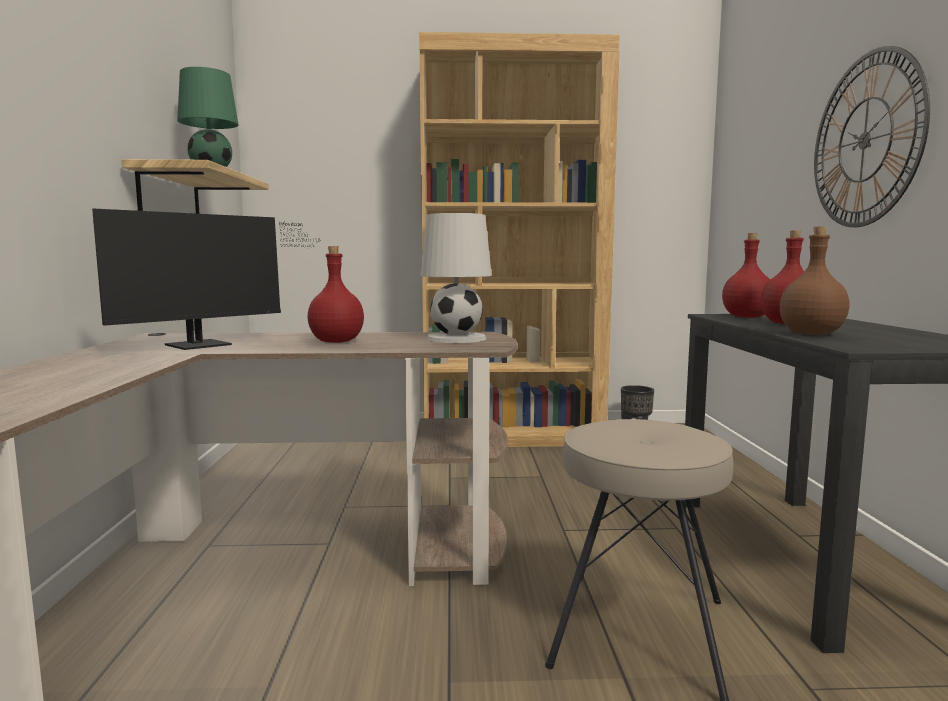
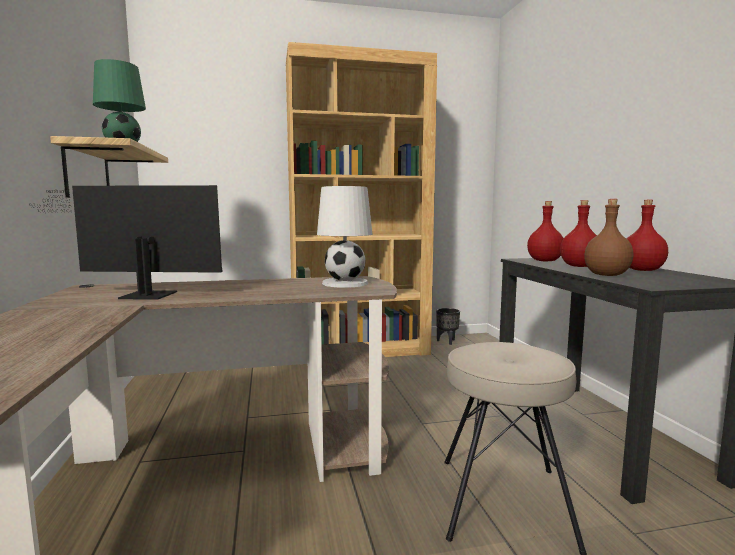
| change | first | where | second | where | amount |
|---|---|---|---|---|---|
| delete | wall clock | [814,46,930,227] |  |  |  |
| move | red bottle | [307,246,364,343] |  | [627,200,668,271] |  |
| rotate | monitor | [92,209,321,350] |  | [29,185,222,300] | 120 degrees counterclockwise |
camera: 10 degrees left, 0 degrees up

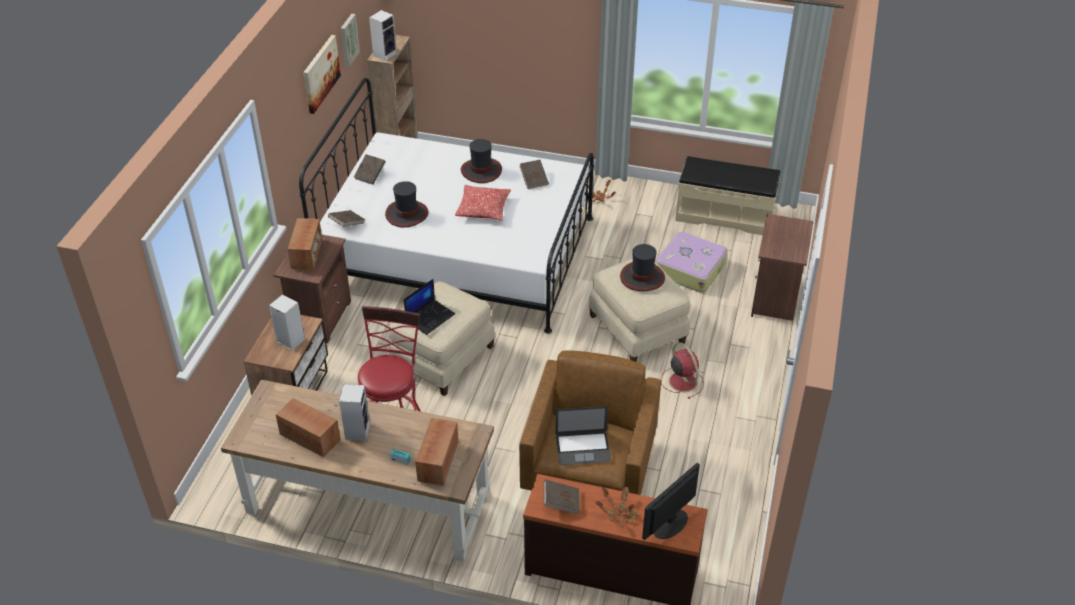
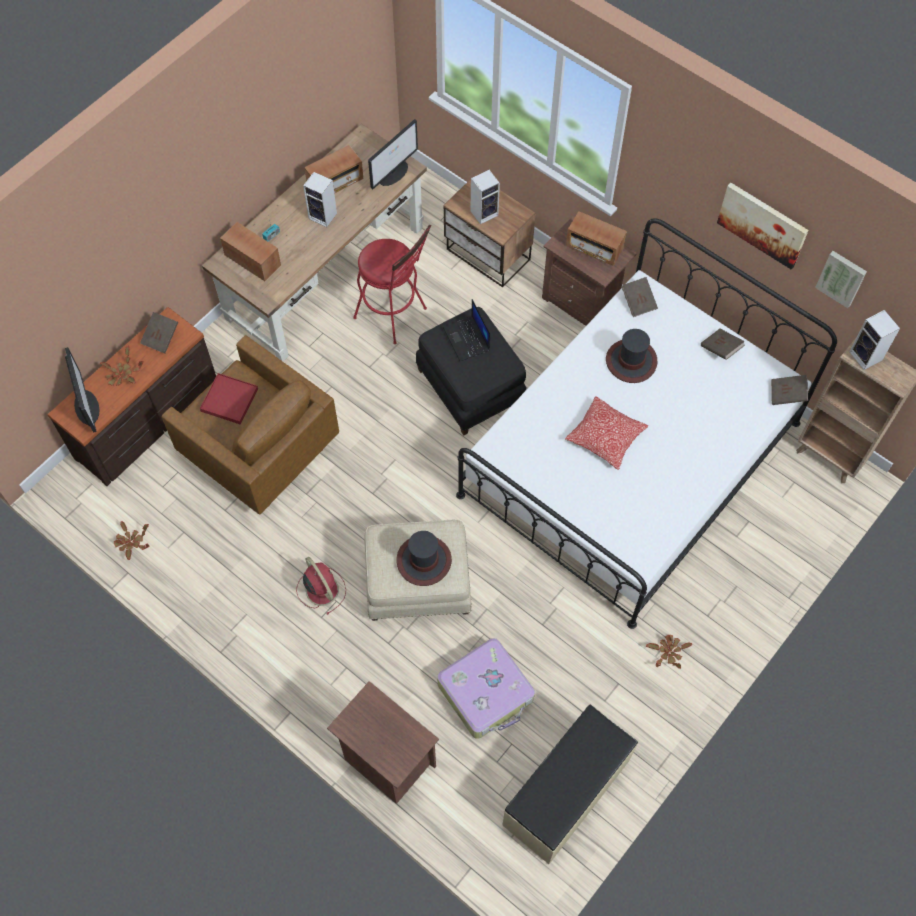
| change | first | where | second | where | amount |
|---|---|---|---|---|---|
| delete | hat | [461,139,502,183] |  |  |  |
| insert |  |  | potted plant | [114,521,150,560] |  |
| insert |  |  | monitor | [368,119,418,189] |  |
| move | brown book | [520,160,549,189] |  | [771,375,808,405] |  |
| replace | laptop | [555,406,611,465] | red tray | [200,373,258,425] |  |
| recolor | beige ottoman | [388,282,495,396] | black ottoman | [416,307,526,436] |  |
| rotate | red fan | [660,342,704,399] |  | [296,557,346,615] | 120 degrees counterclockwise |
camera: 115 degrees right, 20 degrees up

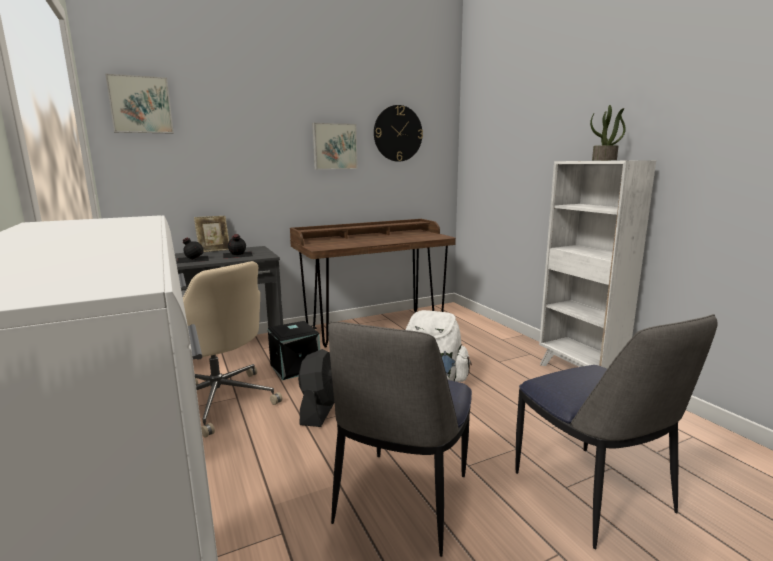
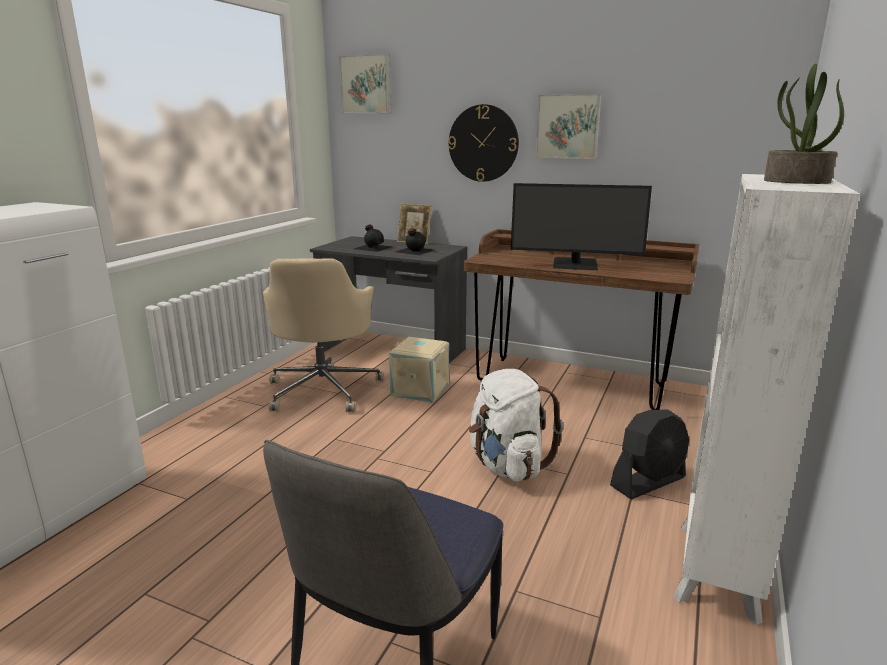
| change | first | where | second | where | amount |
|---|---|---|---|---|---|
| delete | chair | [328,321,472,557] |  |  |  |
| insert |  |  | monitor | [511,183,652,270] |  |
| move | black fan | [298,349,334,427] |  | [610,409,689,499] |  |
| move | wall clock | [374,105,423,162] |  | [448,104,519,182] |  |
| recolor | black storage box | [268,321,320,380] | beige storage box | [389,337,449,402] |  |
camera: 50 degrees right, 5 degrees up

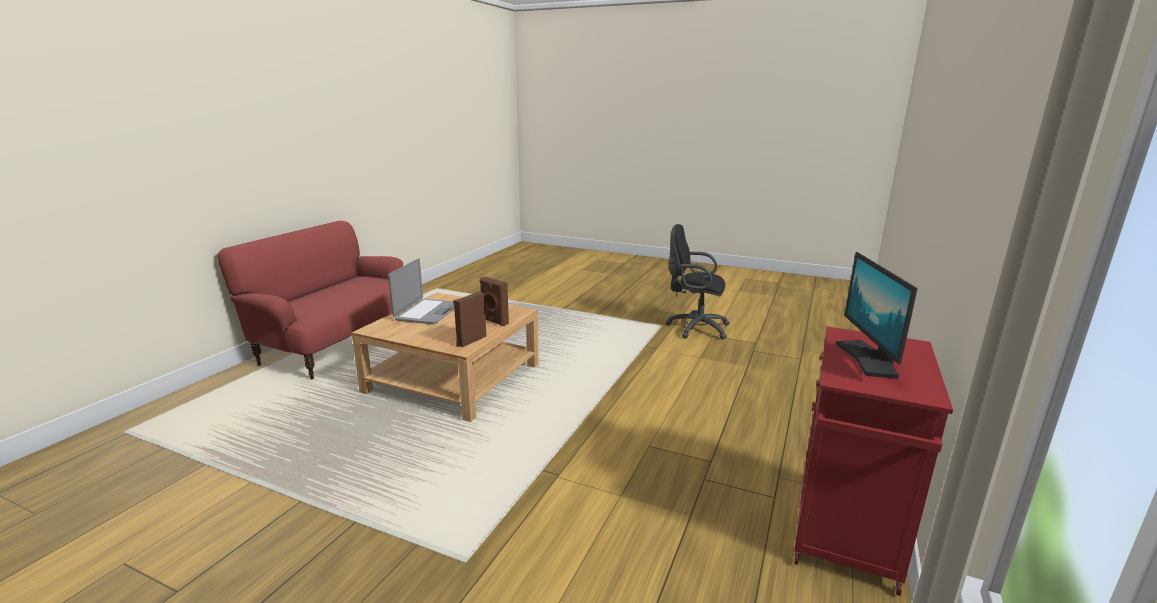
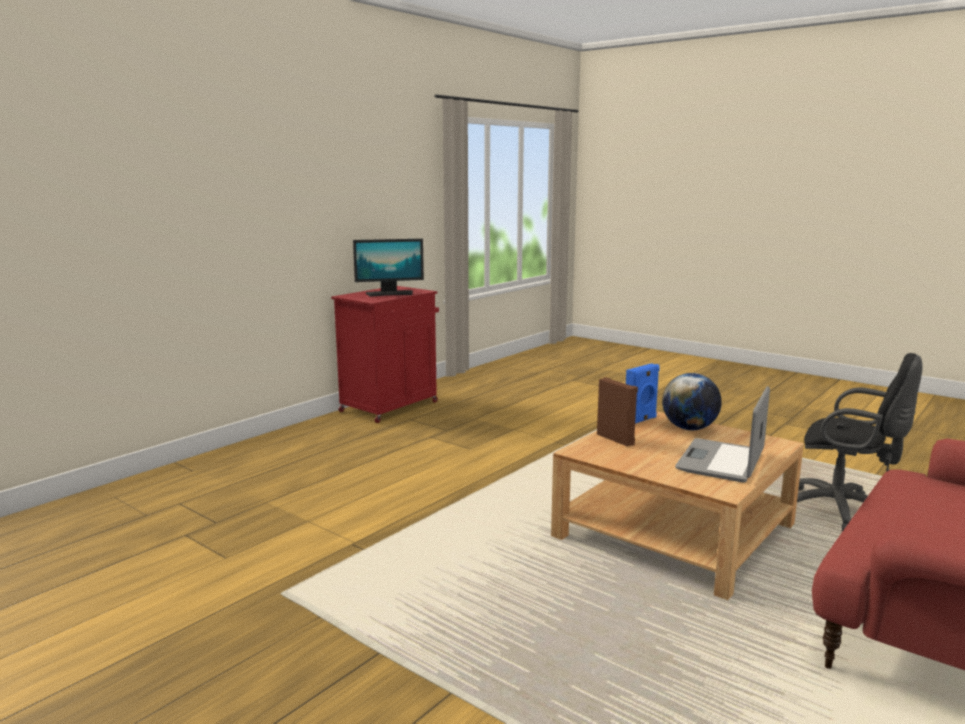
| change | first | where | second | where | amount |
|---|---|---|---|---|---|
| insert |  |  | globe | [662,373,722,430] |  |
| move | black office chair | [665,224,730,339] |  | [797,353,923,532] |  |
| recolor | brown speaker | [453,291,486,347] | blue speaker | [626,363,660,424] |  |
| rotate | monitor | [836,252,917,379] |  | [353,239,424,297] | 60 degrees clockwise |
camera: 165 degrees left, 5 degrees down

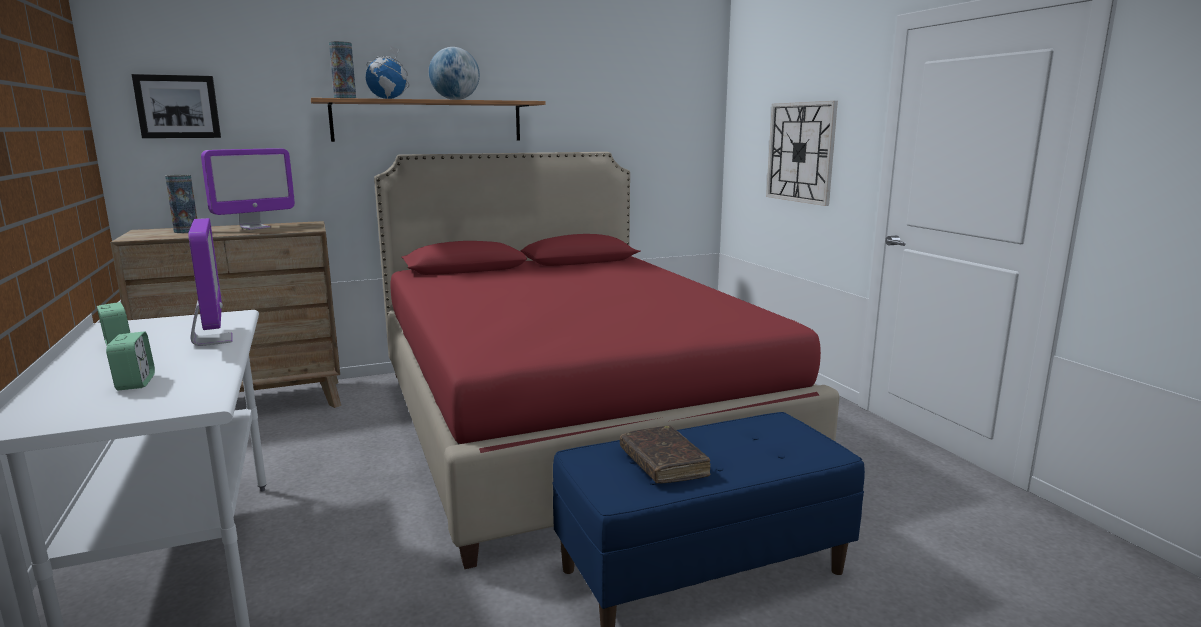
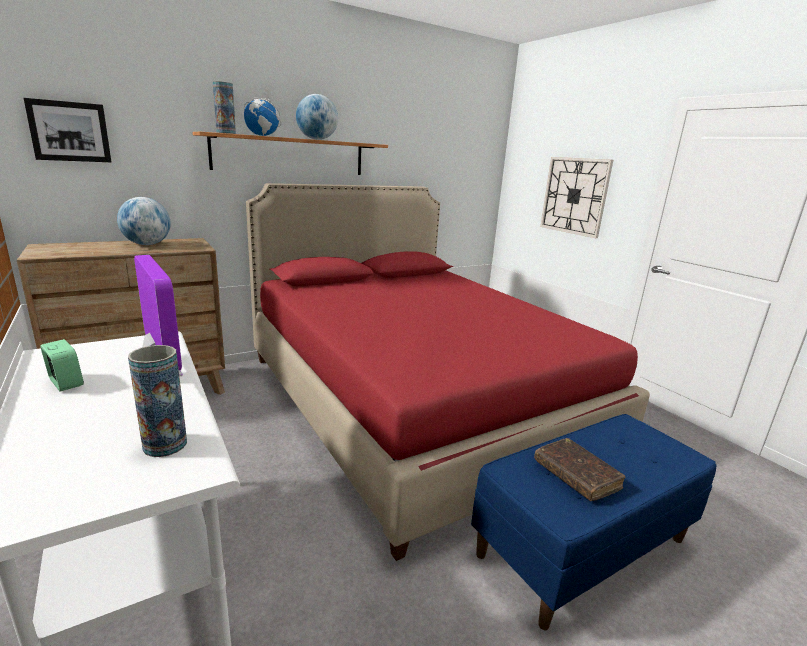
| change | first | where | second | where | amount |
|---|---|---|---|---|---|
| delete | alarm clock | [106,331,155,391] |  |  |  |
| move | vase | [165,175,197,233] |  | [128,345,187,457] |  |
| replace | monitor | [201,148,295,230] | globe | [117,197,171,245] |  |
camera: 10 degrees left, 5 degrees up

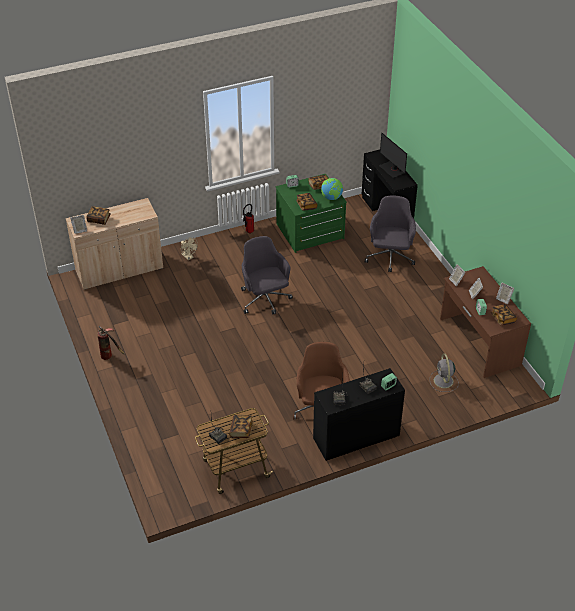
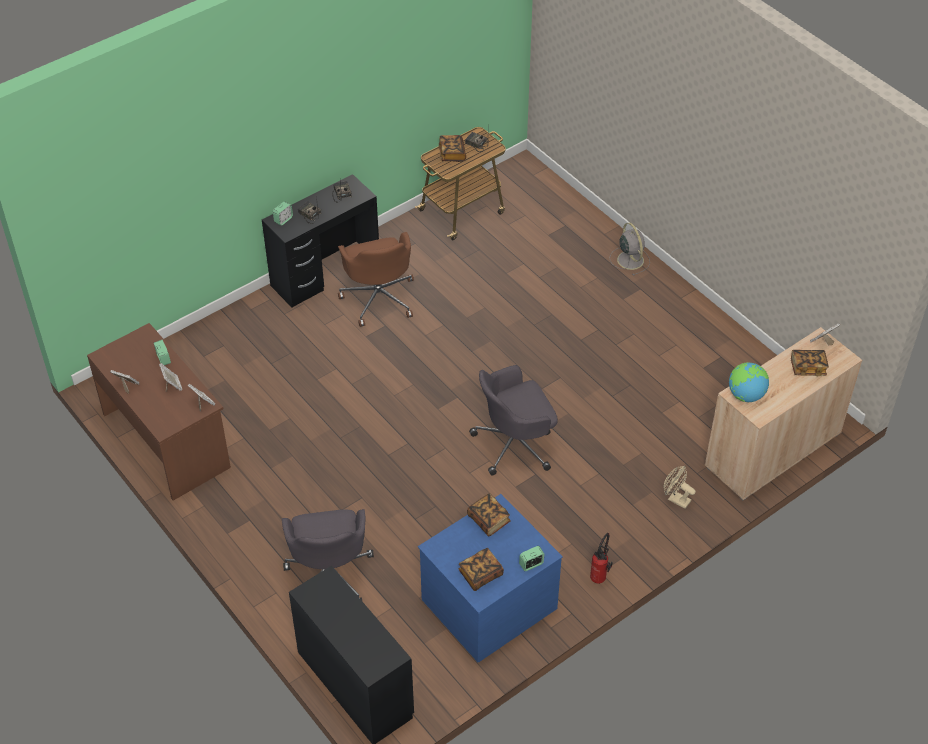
| change | first | where | second | where | amount |
|---|---|---|---|---|---|
| delete | fire extinguisher | [98,326,125,360] |  |  |  |
| delete | monitor | [379,133,407,178] |  |  |  |
| delete | book | [491,304,517,326] |  |  |  |
| move | globe | [321,178,343,200] |  | [729,362,769,402] |  |
| move | grey fan | [430,354,459,392] |  | [609,222,650,276] |  |
| recolor | green dresser | [276,174,347,253] | blue dresser | [418,494,563,663] |  |
| rotate | grey office chair | [241,236,293,314] |  | [469,365,558,475] | 105 degrees clockwise |
camera: 165 degrees right, 5 degrees up

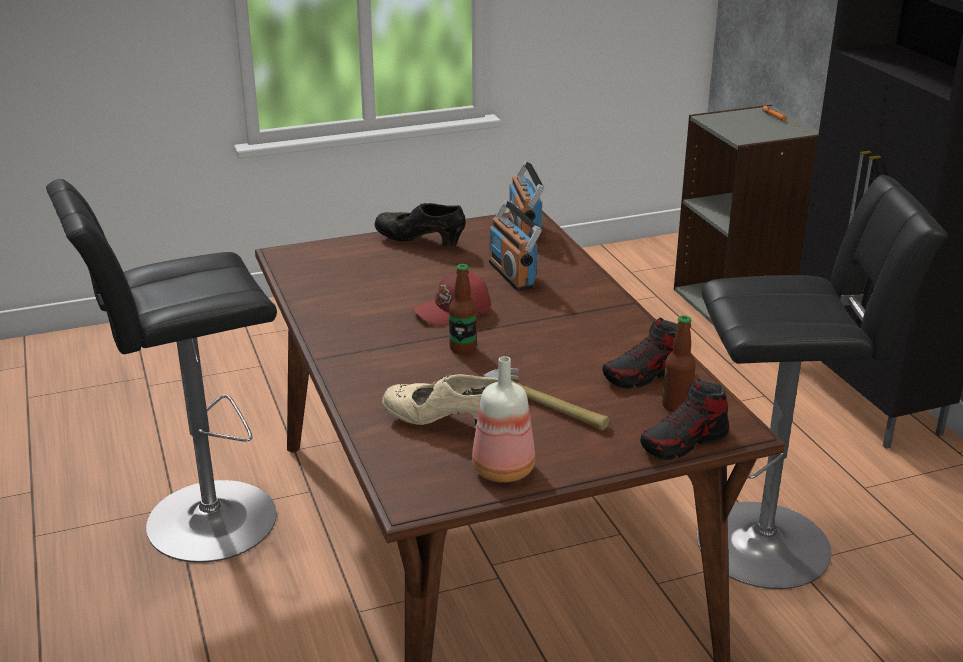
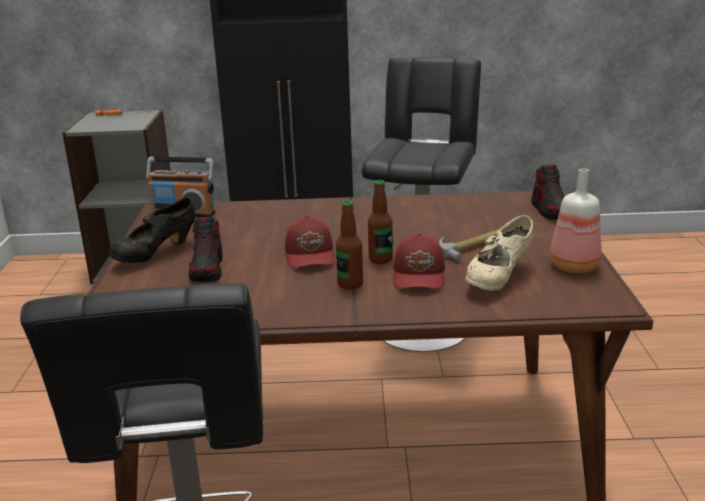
| change | first | where | second | where | amount |
|---|---|---|---|---|---|
| delete | radio | [489,200,542,291] |  |  |  |
| insert |  |  | red cap | [393,233,445,289] |  |
| move | shoe | [602,318,678,389] |  | [189,217,223,282] |  |
| move | bottle | [662,315,696,412] |  | [336,200,363,289] |  |
camera: 70 degrees left, 5 degrees down

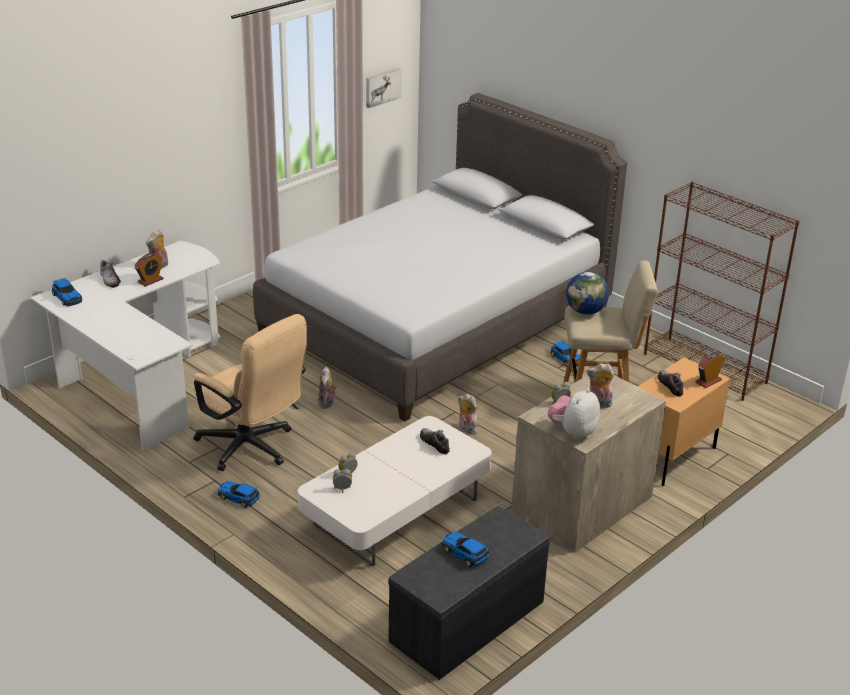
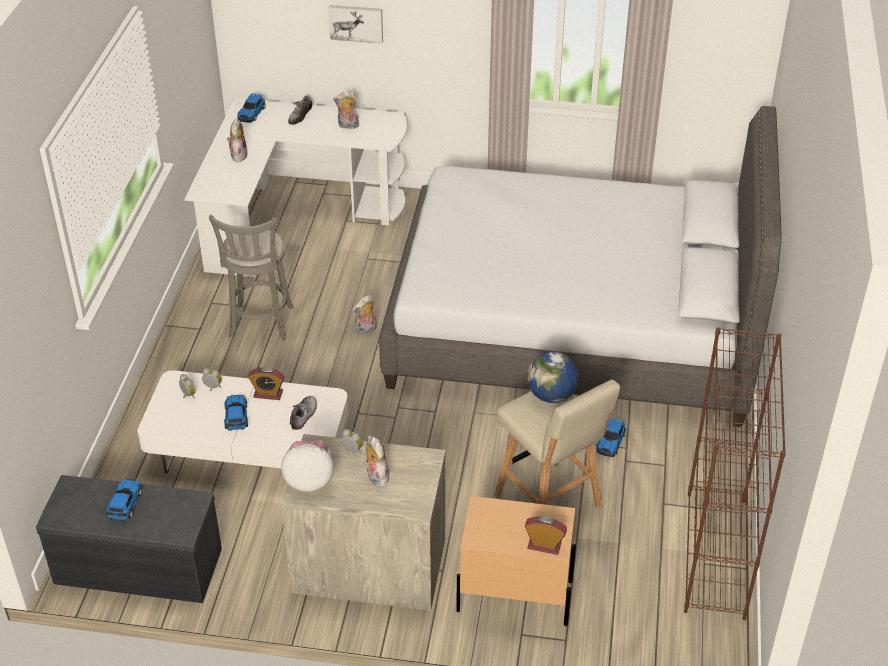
| change | first | where | second | where | amount |
|---|---|---|---|---|---|
| delete | shoe | [658,370,683,397] |  |  |  |
| move | alarm clock | [134,253,164,287] |  | [248,367,284,400] |  |
| move | toy car | [218,481,260,508] |  | [224,395,248,431] |  |
| move | picture | [366,68,402,108] |  | [329,5,383,44] |  |
| move | plush toy | [458,394,478,435] |  | [227,119,248,162] |  |
| replace | beige office chair | [193,314,307,471] | grey stool | [209,215,294,340] |  |
camera: 55 degrees right, 10 degrees up

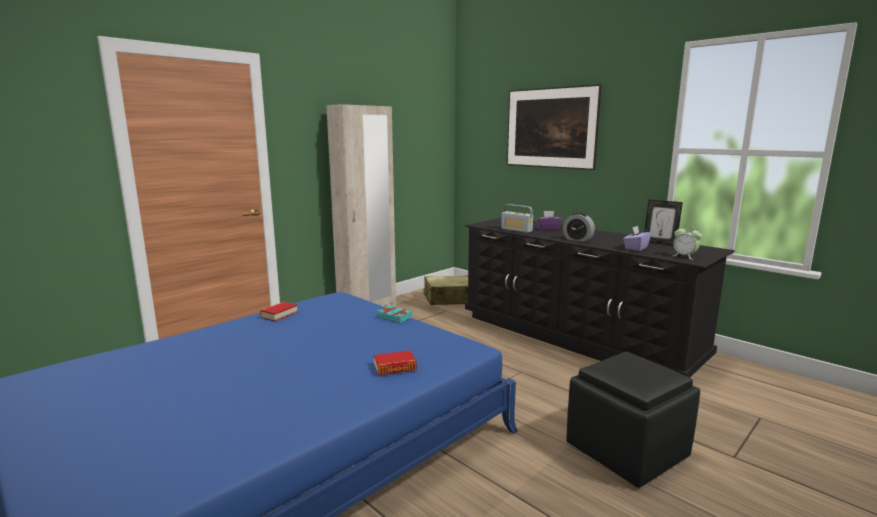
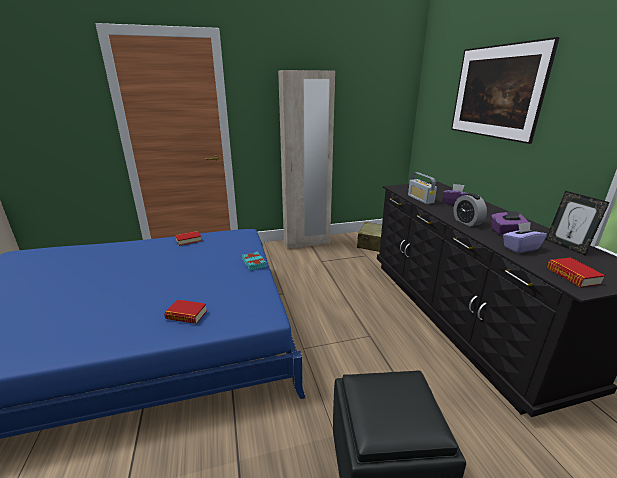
| change | first | where | second | where | amount |
|---|---|---|---|---|---|
| insert |  |  | purple tissue box | [491,211,529,235] |  |
| replace | alarm clock | [673,225,702,260] | book | [547,258,605,287] |  |
camera: 30 degrees right, 10 degrees up

